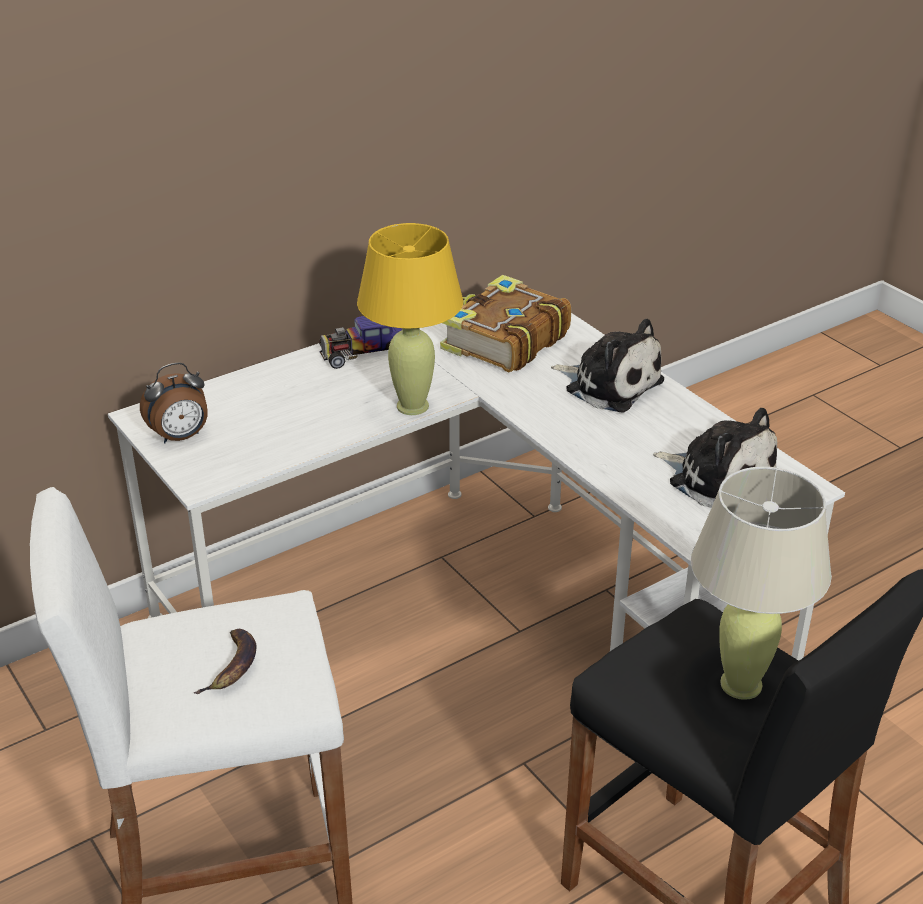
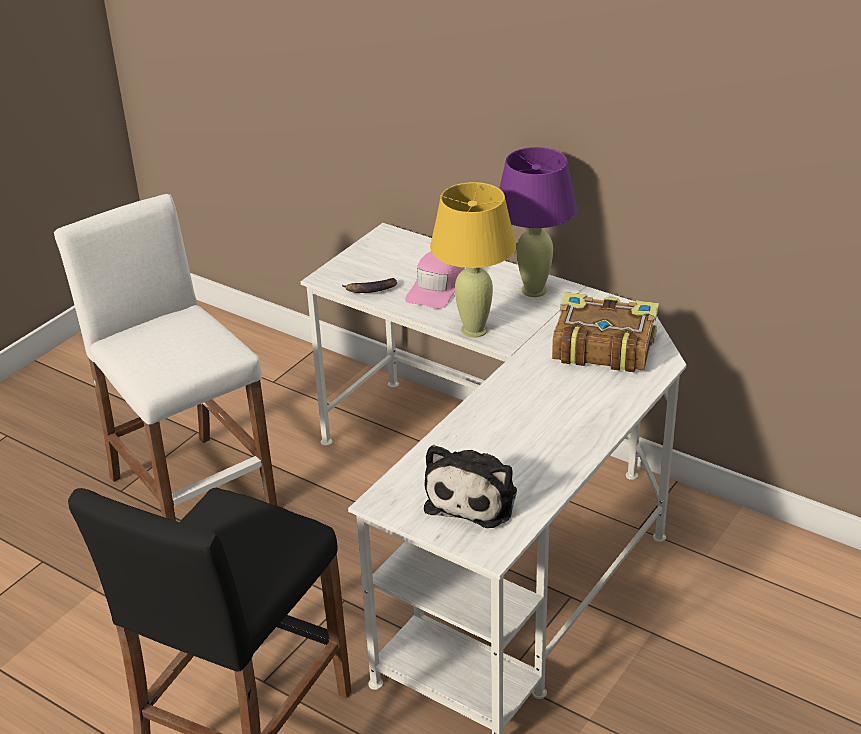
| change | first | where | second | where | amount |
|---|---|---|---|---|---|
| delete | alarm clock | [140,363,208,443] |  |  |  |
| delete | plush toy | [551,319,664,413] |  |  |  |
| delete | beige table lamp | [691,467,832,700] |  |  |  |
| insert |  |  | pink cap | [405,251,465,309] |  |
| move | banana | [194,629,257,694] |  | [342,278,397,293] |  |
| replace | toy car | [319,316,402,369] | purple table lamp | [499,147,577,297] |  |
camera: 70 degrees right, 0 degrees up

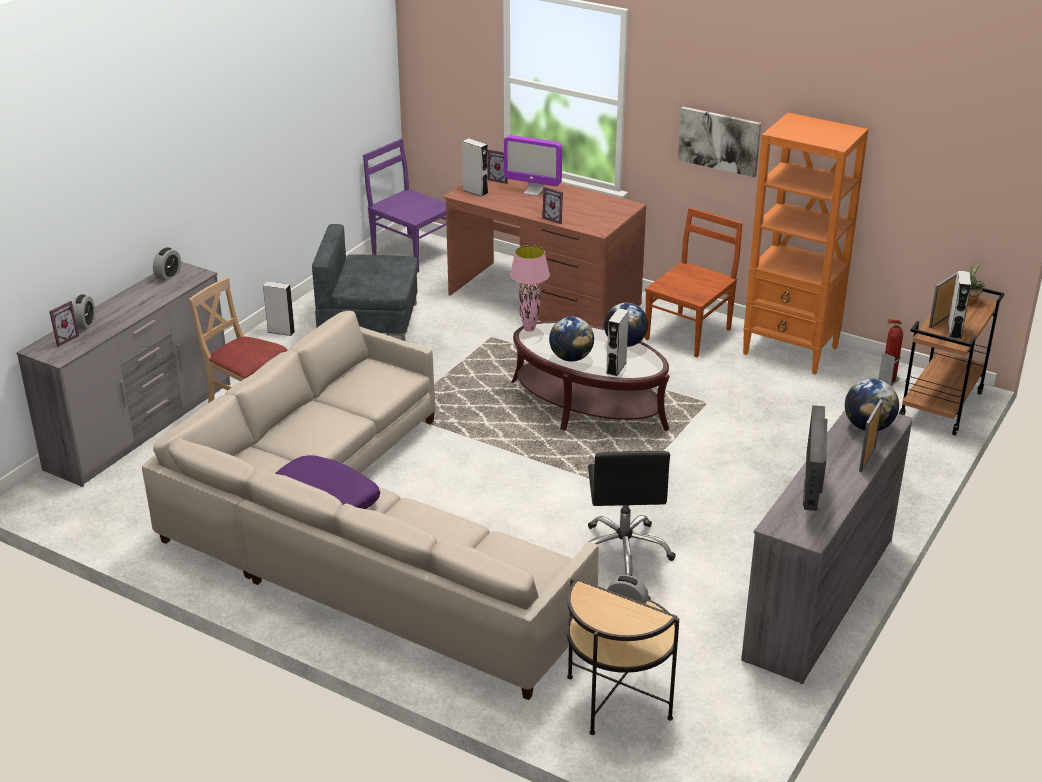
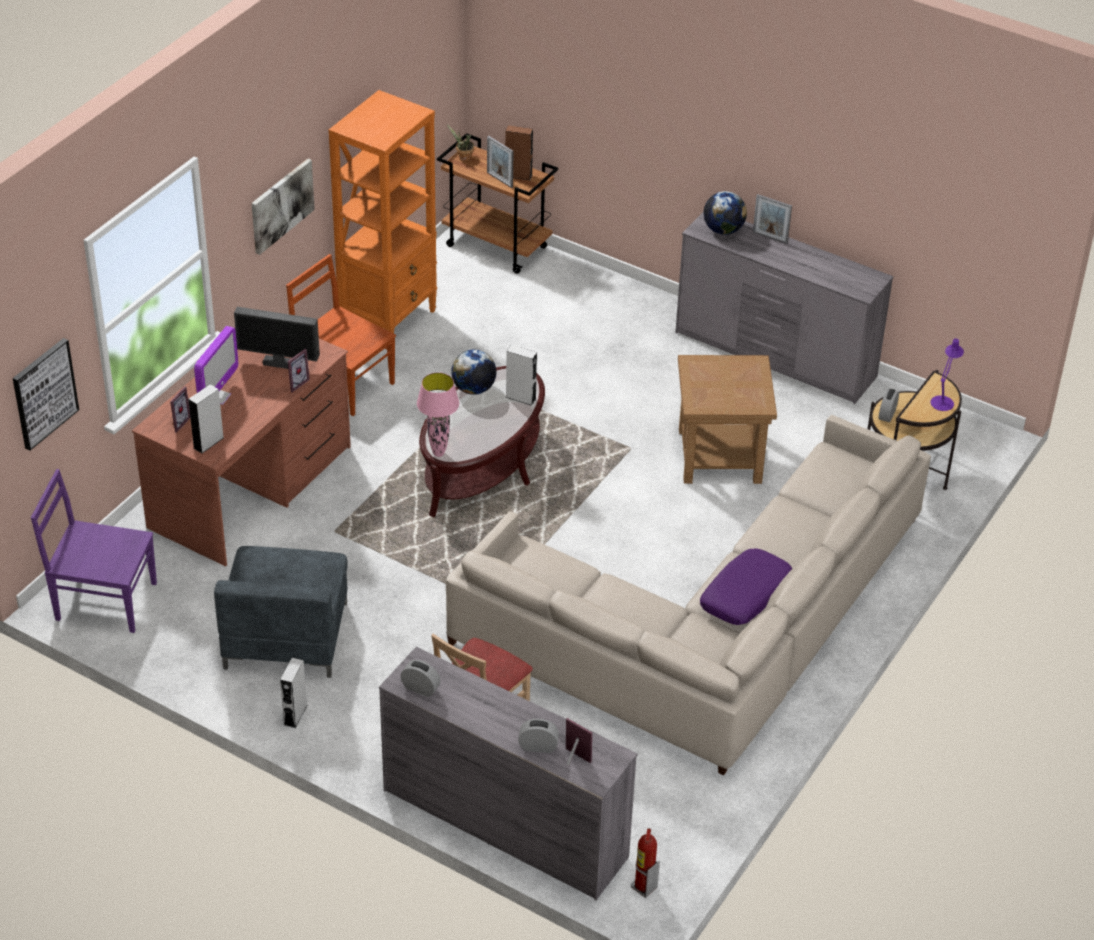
| change | first | where | second | where | amount |
|---|---|---|---|---|---|
| delete | globe | [549,317,594,362] |  |  |  |
| insert |  |  | picture | [13,338,79,451] |  |
| insert |  |  | purple table lamp | [930,338,964,411] |  |
| move | monitor | [803,405,827,511] |  | [234,307,320,369] |  |
| move | fire extinguisher | [878,319,903,386] |  | [631,828,660,898] |  |
| replace | black office chair | [584,451,676,576] | brown side table | [678,355,777,484] |  |
| recolor | grey speaker | [948,271,971,339] | brown speaker | [505,125,533,180] |  |
| rotate | purple chair | [363,139,446,273] |  | [31,469,157,633] | 60 degrees clockwise |
camera: 90 degrees left, 10 degrees up

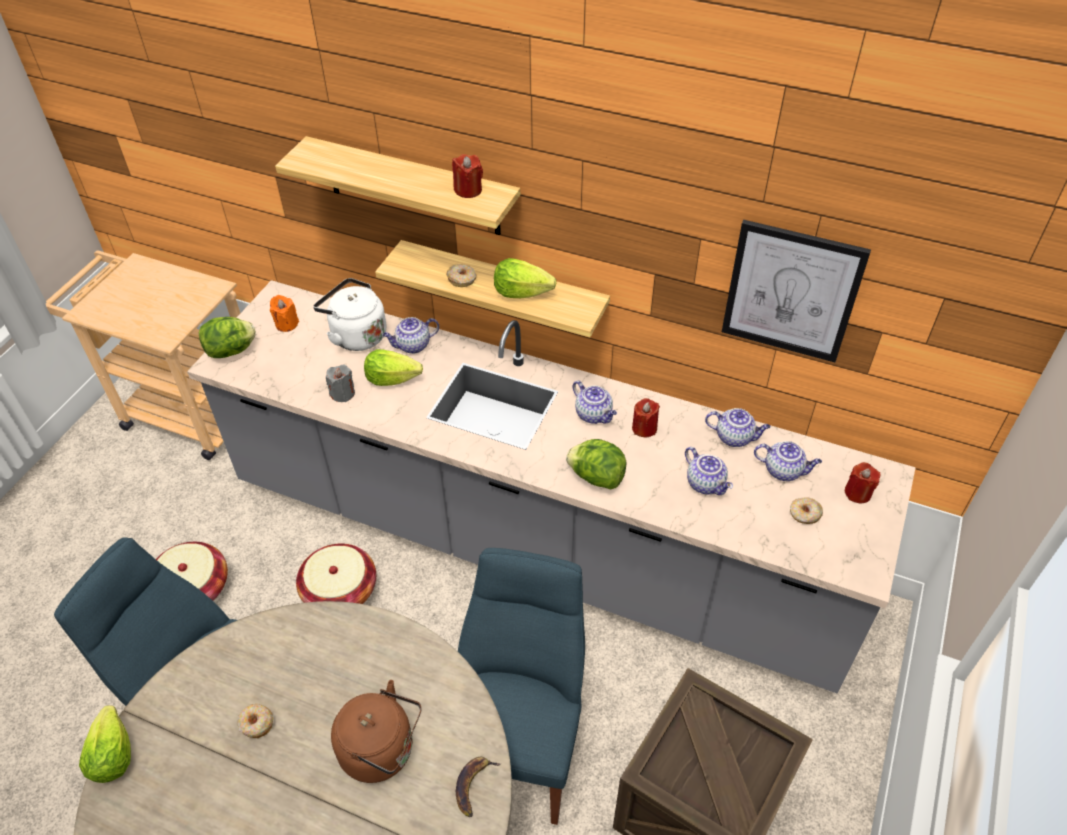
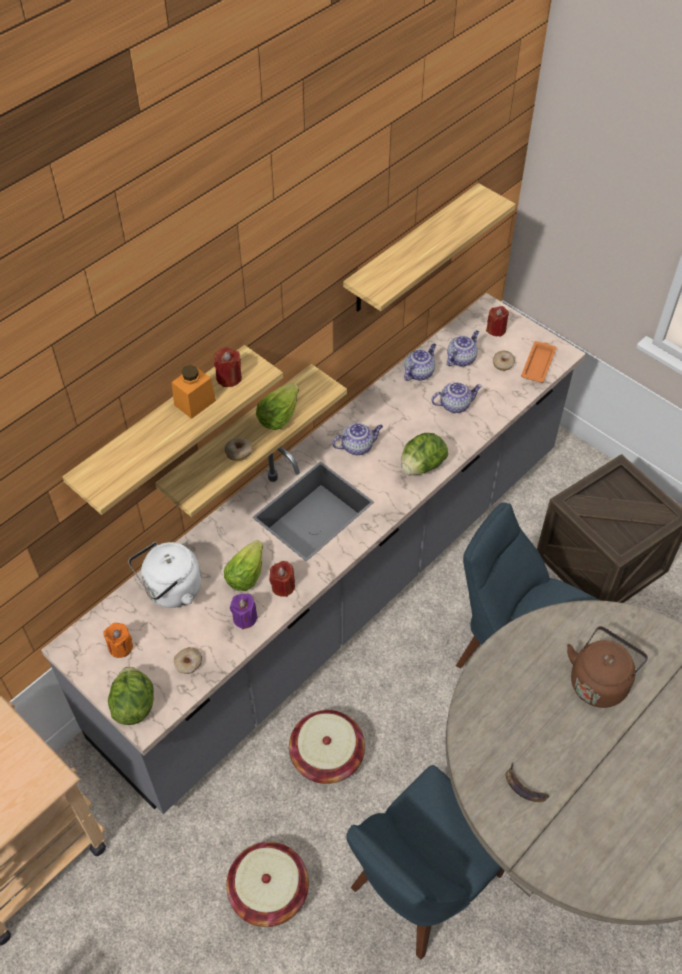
| change | first | where | second | where | amount |
|---|---|---|---|---|---|
| delete | lettuce | [79,705,131,783] |  |  |  |
| delete | teapot | [383,317,439,354] |  |  |  |
| insert |  |  | orange jar | [172,365,216,419] |  |
| insert |  |  | orange tray | [521,341,556,383] |  |
| move | donut | [238,704,273,738] |  | [174,647,202,674] |  |
| move | banana | [456,757,501,817] |  | [505,763,549,802] |  |
| move | red candle | [632,398,660,437] |  | [269,561,295,597] |  |
| replace | picture | [722,220,871,362] | shelf | [343,183,516,312] |  |
| recolor | grey candle | [326,364,355,402] | purple candle | [230,594,258,629] |  |
camera: 70 degrees left, 5 degrees up

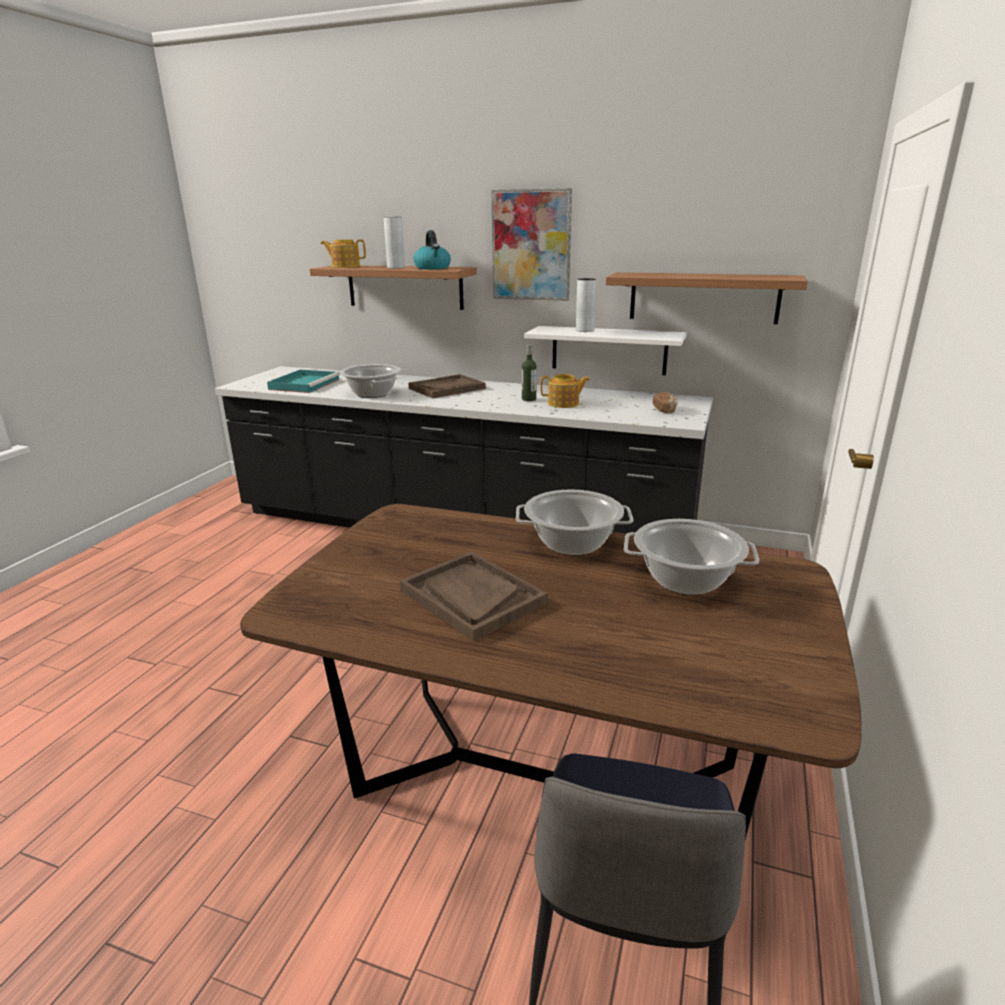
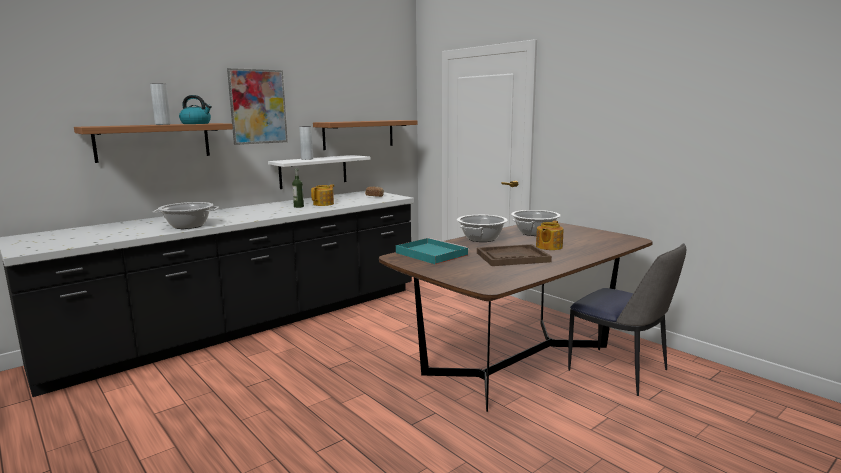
| change | first | where | second | where | amount |
|---|---|---|---|---|---|
| delete | brown tray | [408,374,486,398] |  |  |  |
| move | turquoise tray | [267,370,340,393] |  | [396,238,469,264] |  |
| move | teapot | [321,239,366,268] |  | [536,221,563,250] |  |
camera: 60 degrees left, 10 degrees down

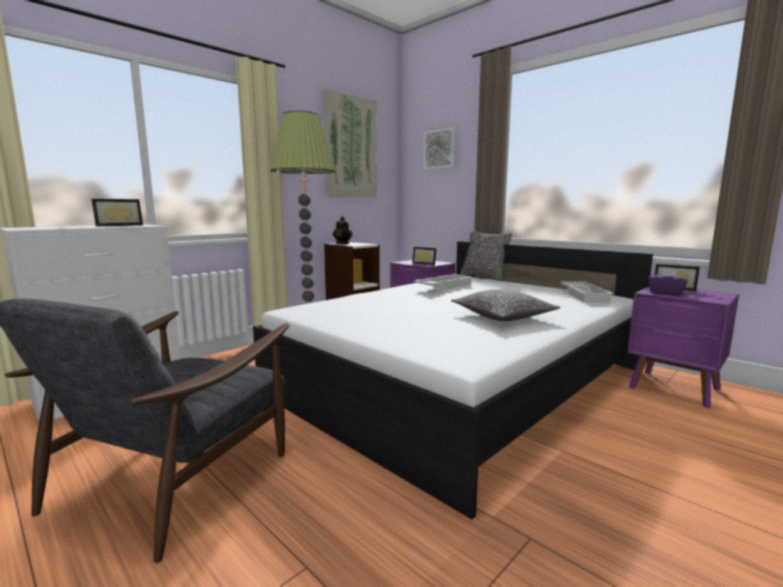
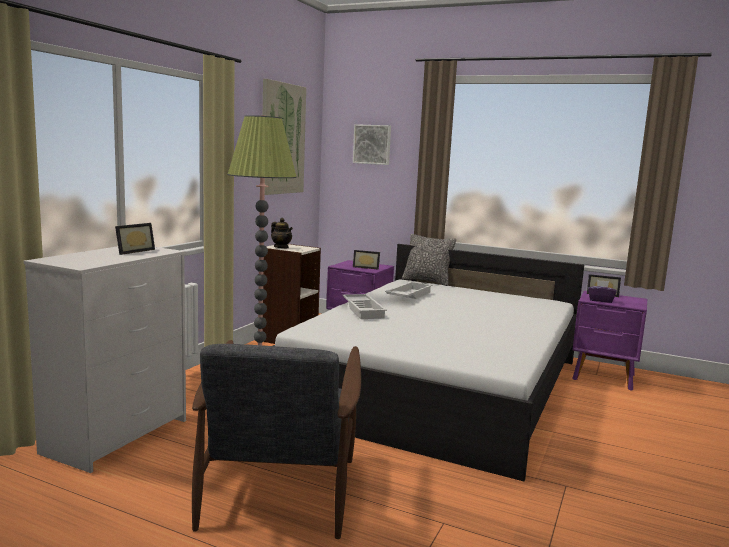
| change | first | where | second | where | amount |
|---|---|---|---|---|---|
| delete | pillow | [451,290,560,321] |  |  |  |
| move | white tray | [560,281,614,303] |  | [343,294,387,319] |  |
camera: 20 degrees left, 0 degrees up

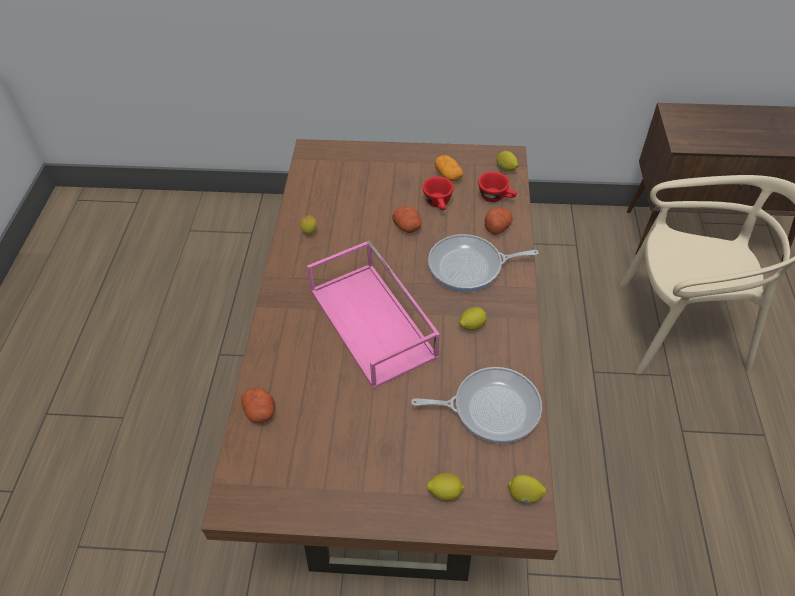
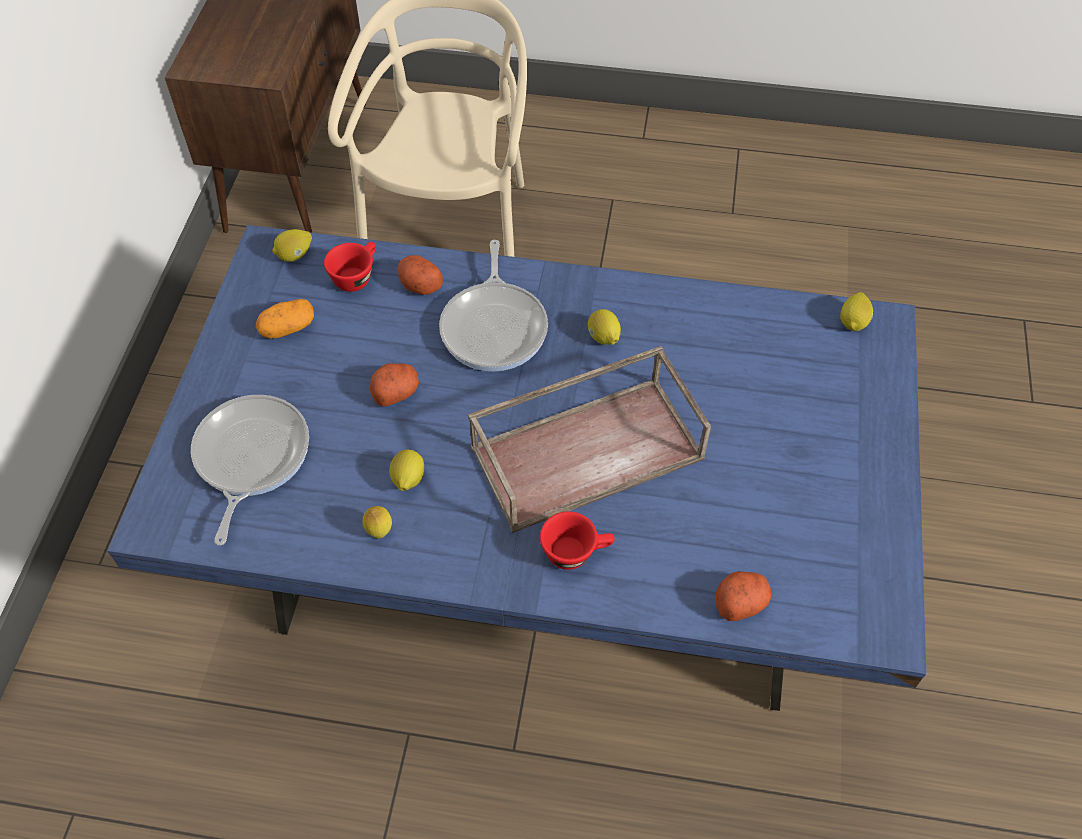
| change | first | where | second | where | amount |
|---|---|---|---|---|---|
| move | frying pan | [411,367,542,444] |  | [191,395,309,545] |  |
| move | red cup | [422,176,454,210] |  | [540,511,614,570] |  |
| move | lemon | [427,473,465,501] |  | [389,450,424,491] |  |
| recolor | brown dining table | [201,139,558,581] | blue dining table | [107,225,926,711] |  |
| recolor | pink tray | [307,240,440,389] | brown tray | [468,346,711,533] |  |
camera: 85 degrees left, 5 degrees up

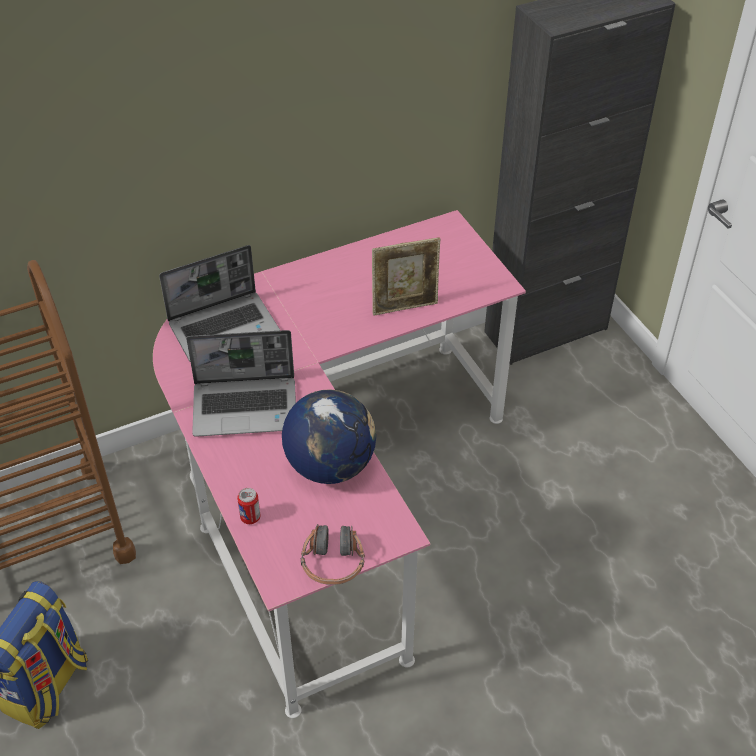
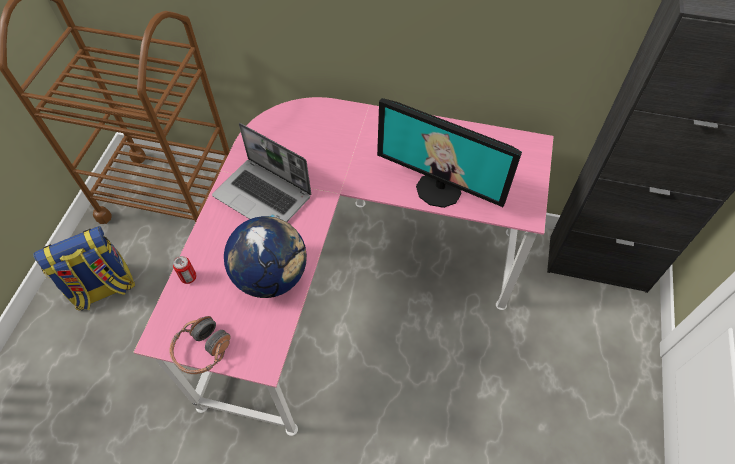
| change | first | where | second | where | amount |
|---|---|---|---|---|---|
| delete | laptop | [159,245,280,361] |  |  |  |
| replace | picture frame | [372,237,440,316] | monitor | [377,98,522,208] |  |
camera: 40 degrees right, 10 degrees up

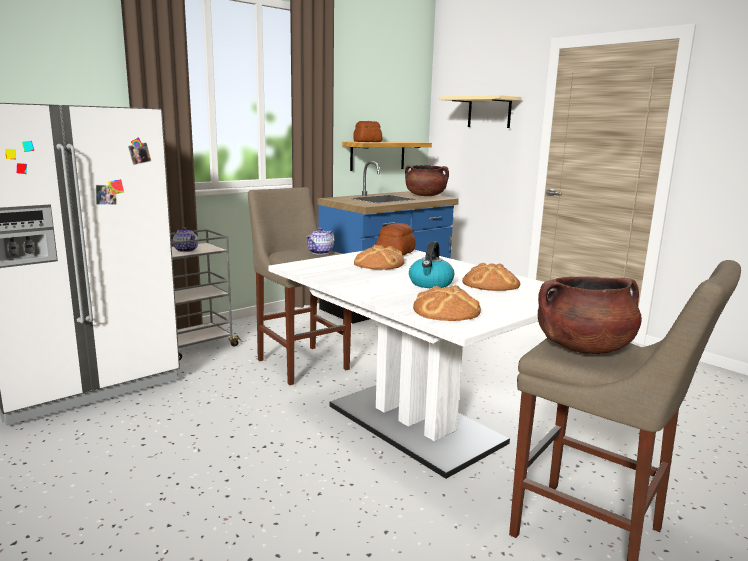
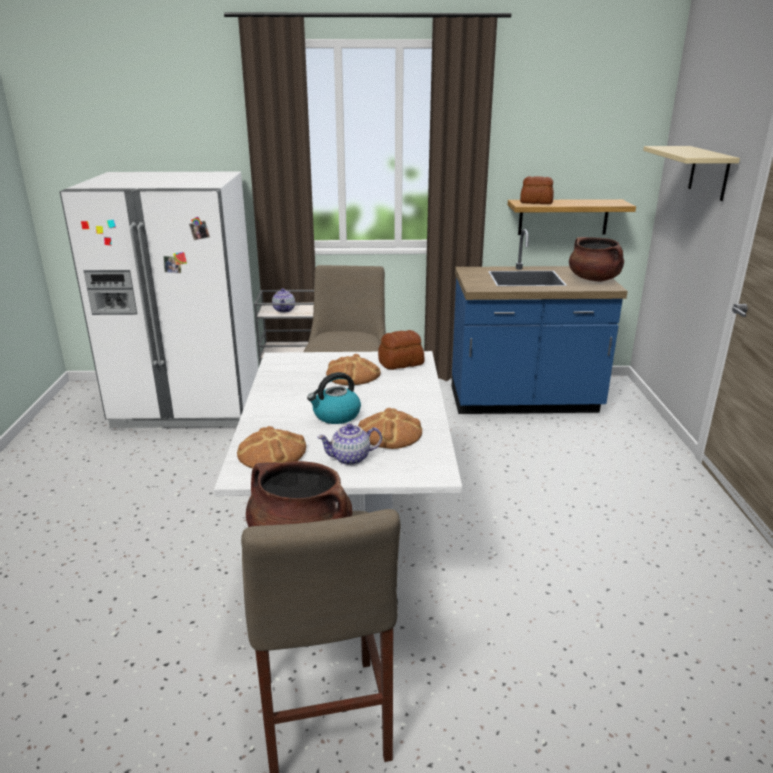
| change | first | where | second | where | amount |
|---|---|---|---|---|---|
| move | teapot | [306,228,335,255] |  | [317,424,382,465] |  |
camera: 40 degrees right, 10 degrees up

